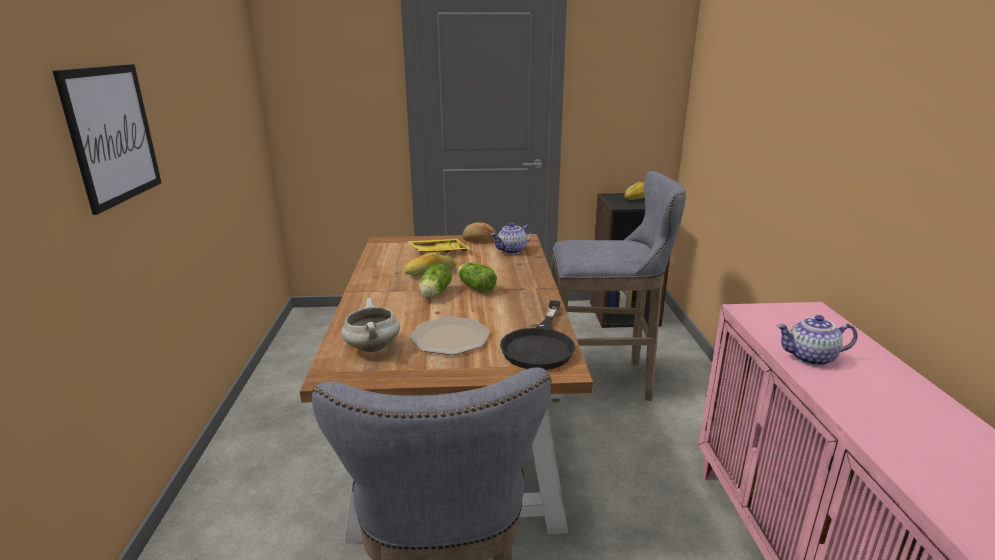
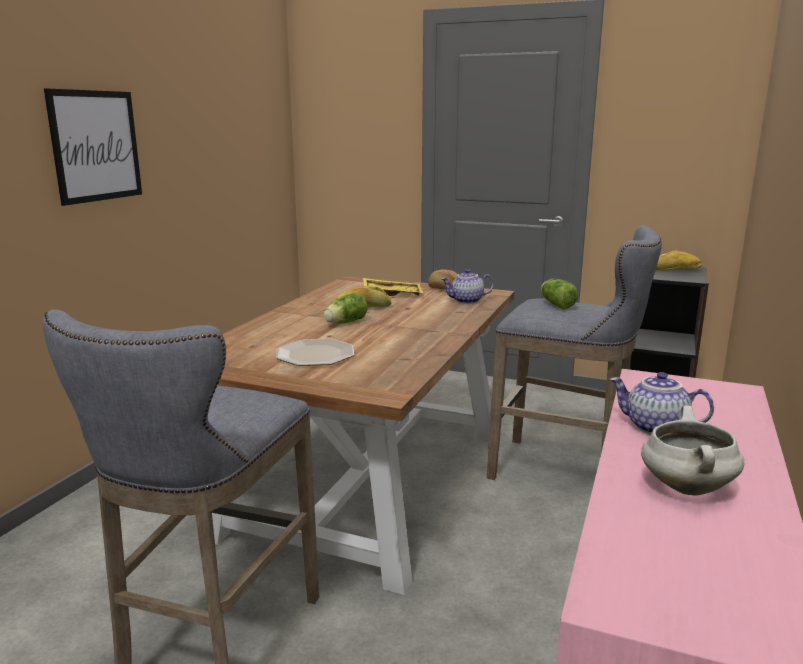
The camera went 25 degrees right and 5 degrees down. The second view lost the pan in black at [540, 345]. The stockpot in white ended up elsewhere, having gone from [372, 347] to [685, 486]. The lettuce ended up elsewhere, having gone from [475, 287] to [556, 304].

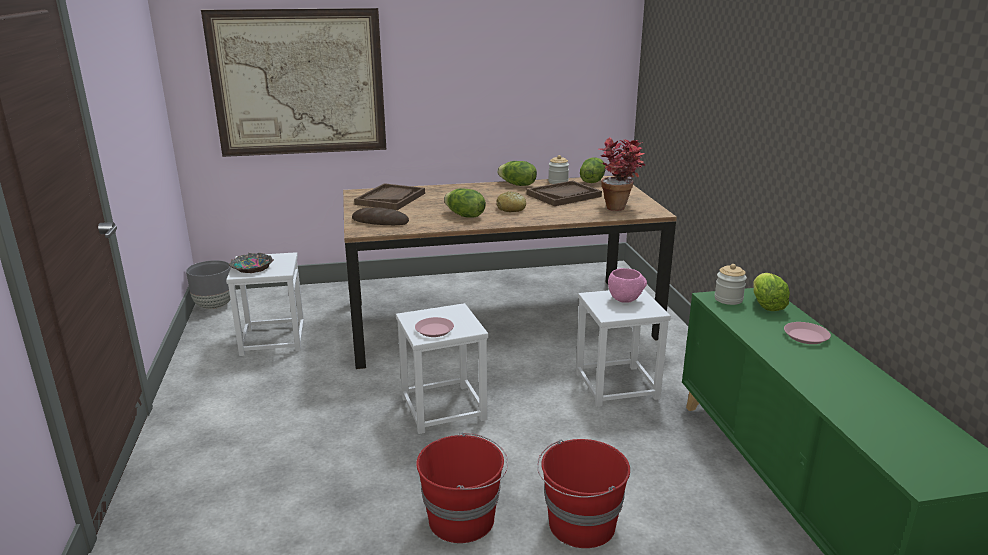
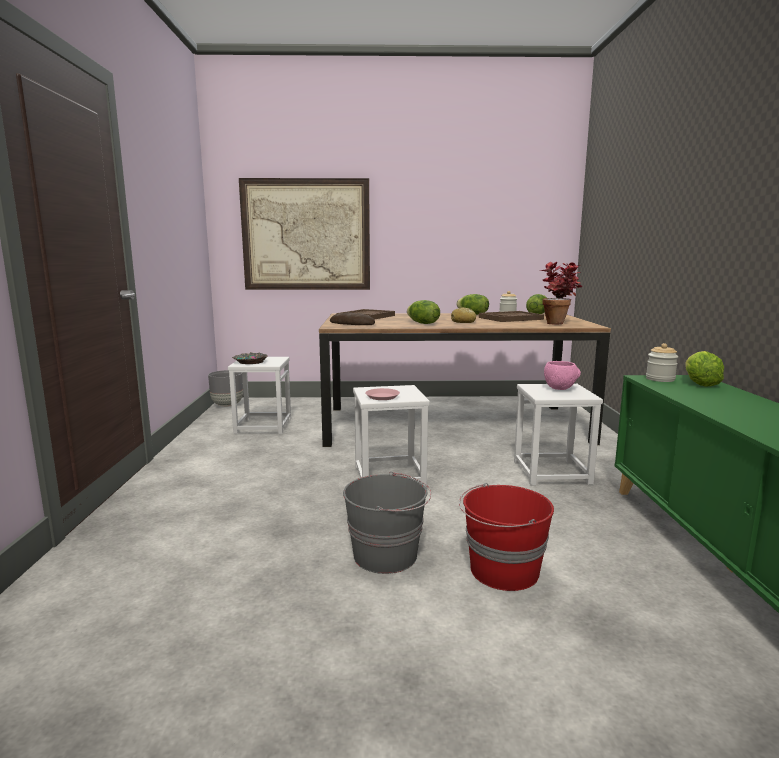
The camera went 10 degrees right and 10 degrees down. The second view lost the flat dish in pink-coloured at [806, 336]. What was the pail in red at [463, 519] turned into the pail in greyish at [387, 555].

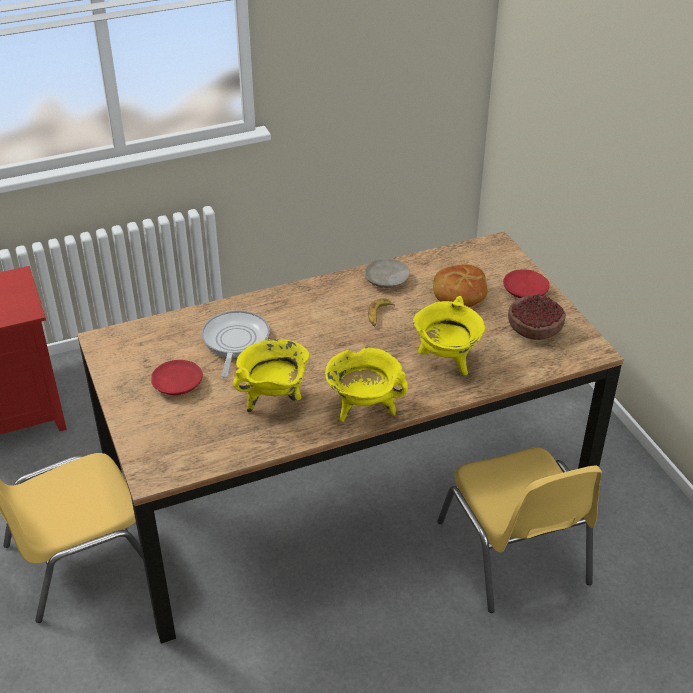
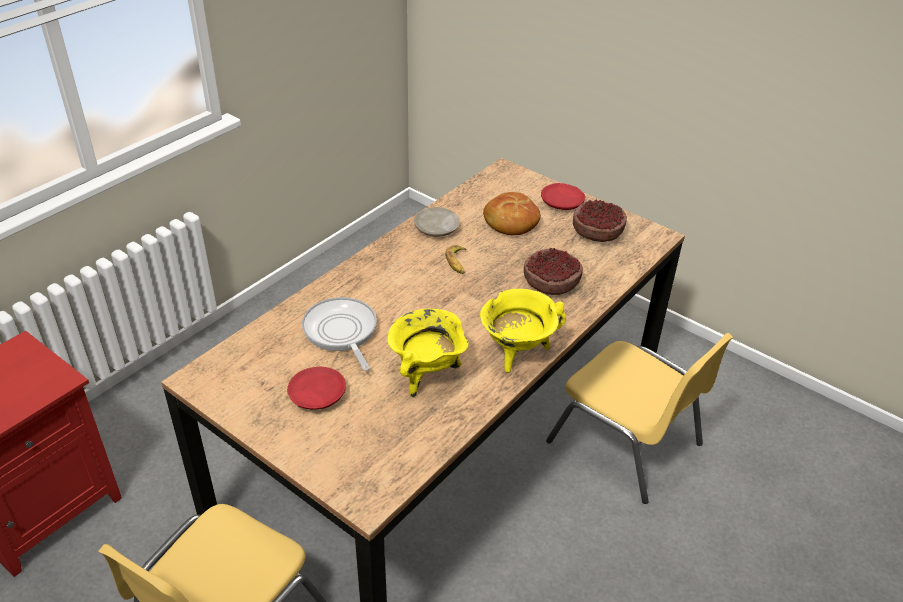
The camera went 30 degrees left and 0 degrees up. Where the stockpot in yellow-coloured stood at [447, 360], the deep dish came to stand at [550, 283].

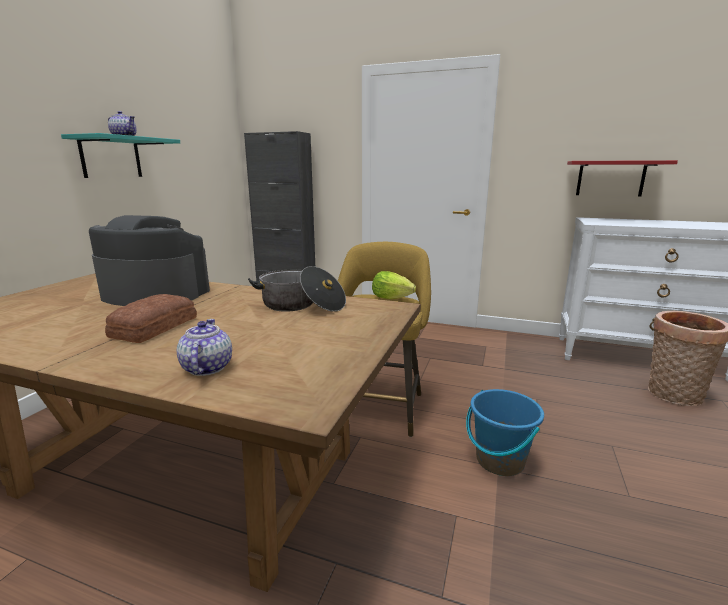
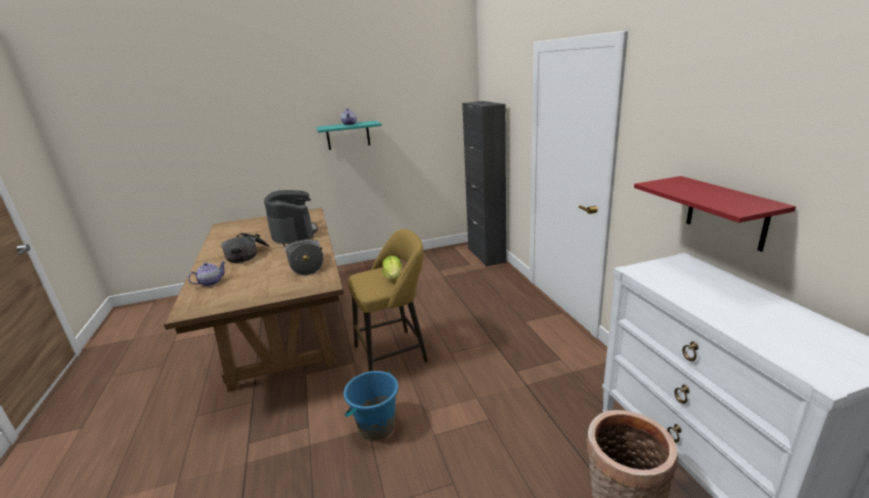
The camera went 55 degrees right and 5 degrees up. Where the bakery bread stood at [152, 327], the stockpot came to stand at [248, 254].

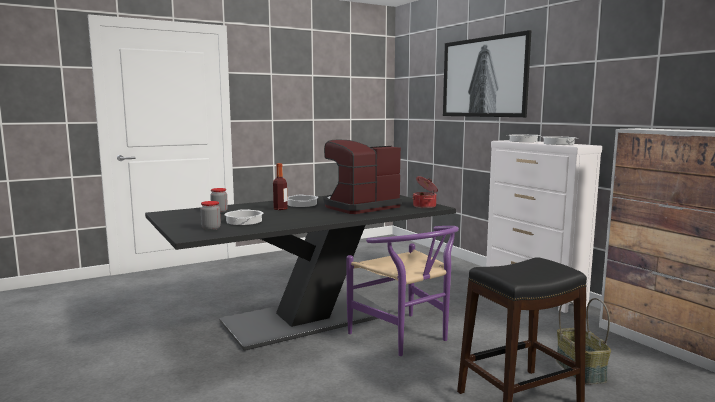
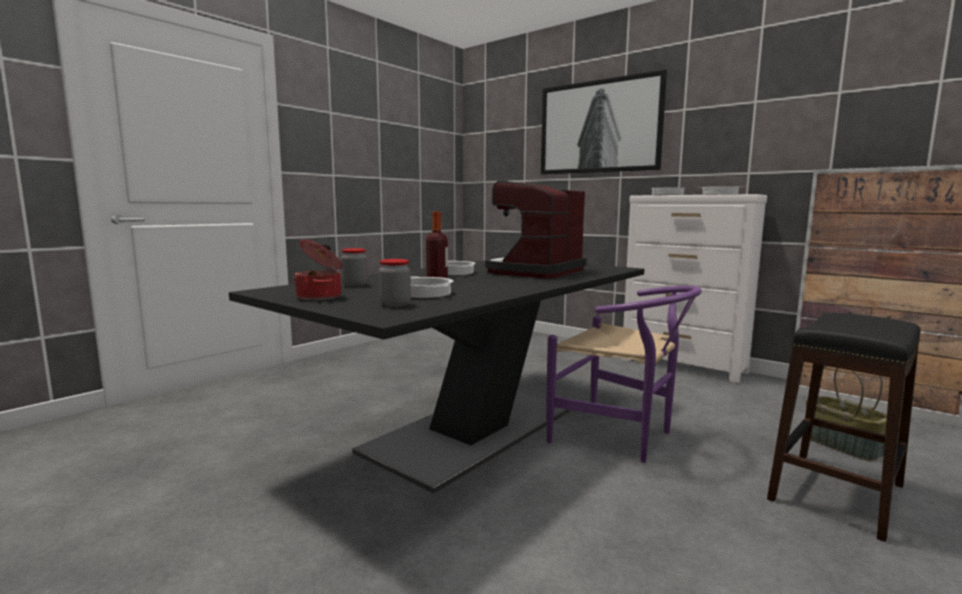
The camera went 20 degrees left and 0 degrees up. The stockpot ended up elsewhere, having gone from [425, 206] to [320, 296].

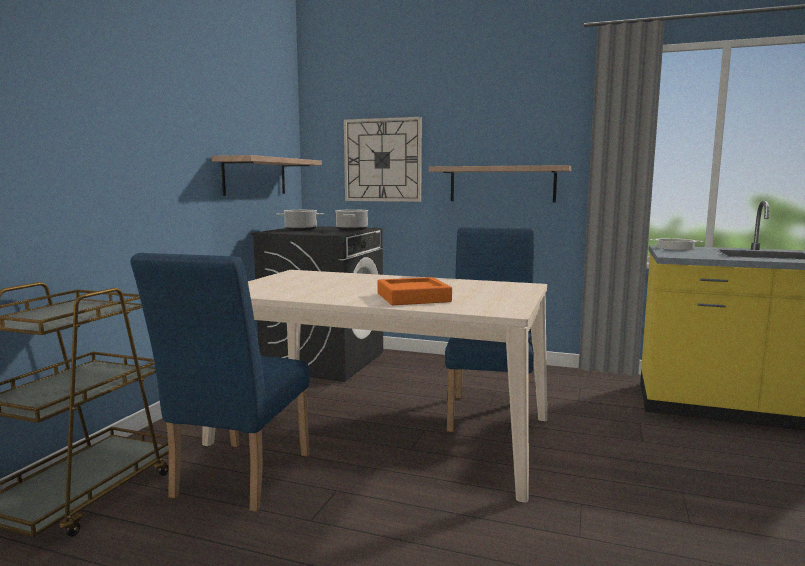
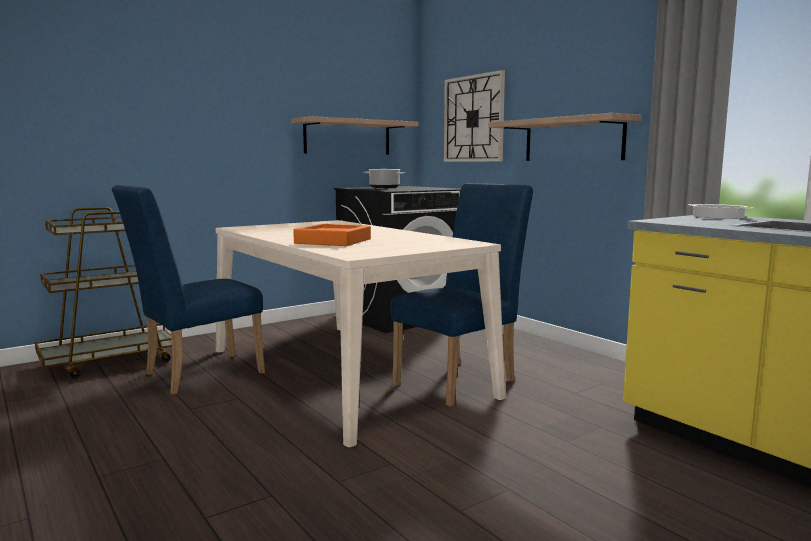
The camera went 35 degrees right and 0 degrees up. The second view lost the stockpot at [352, 229].

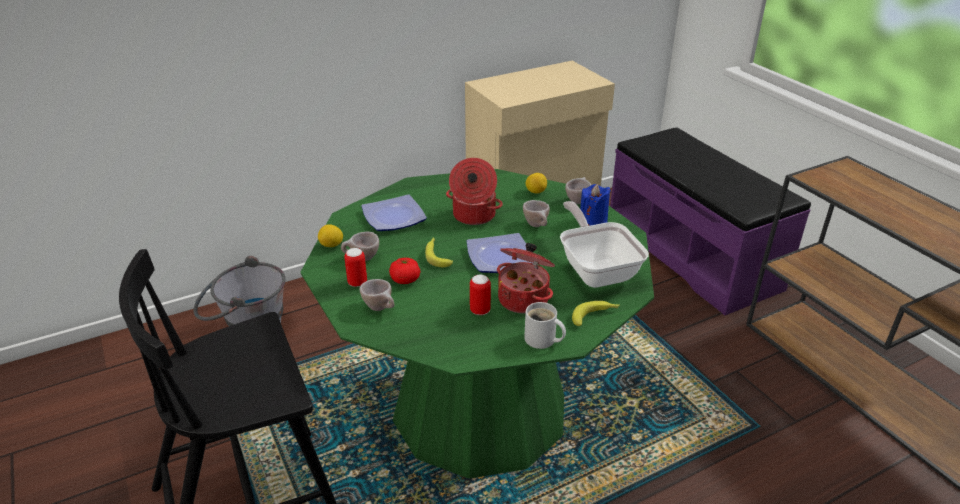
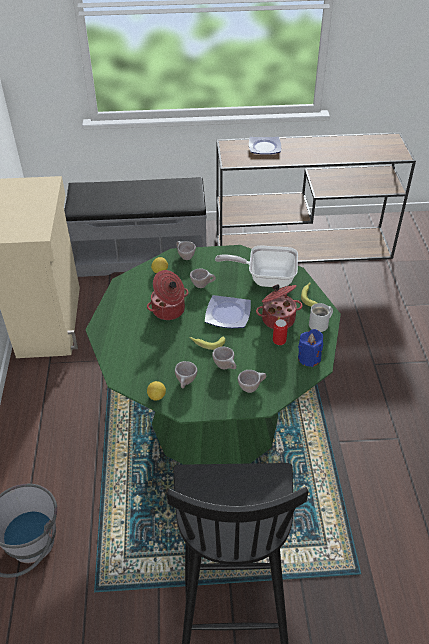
The camera went 65 degrees left and 10 degrees up. The second view lost the metal can at [357, 283]. The flat dish ended up elsewhere, having gone from [394, 216] to [264, 147]. The candle in bluish ended up elsewhere, having gone from [593, 221] to [309, 358]. Where the fresh tomato stood at [405, 280], the cup in beige came to stand at [226, 367]. What was the long seat in purple at [692, 255] turned into the long seat in greyish at [141, 255].

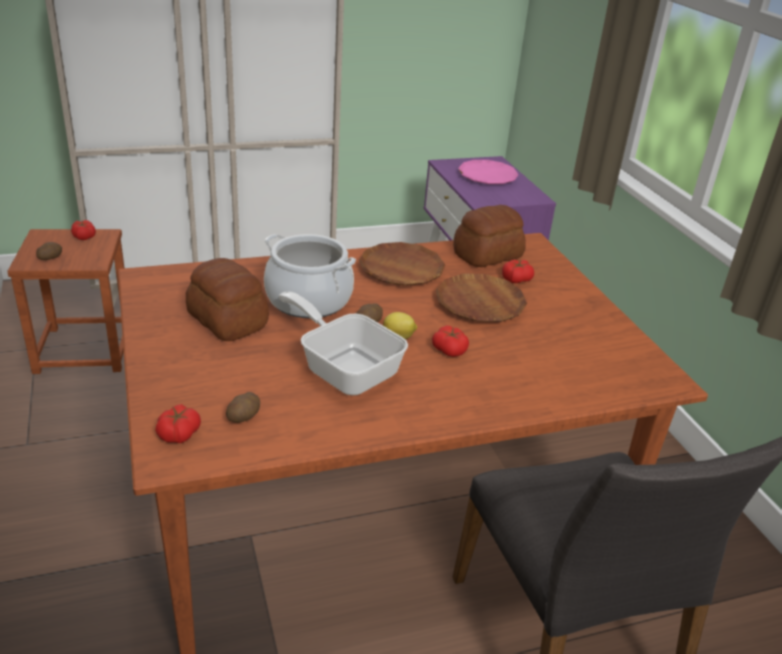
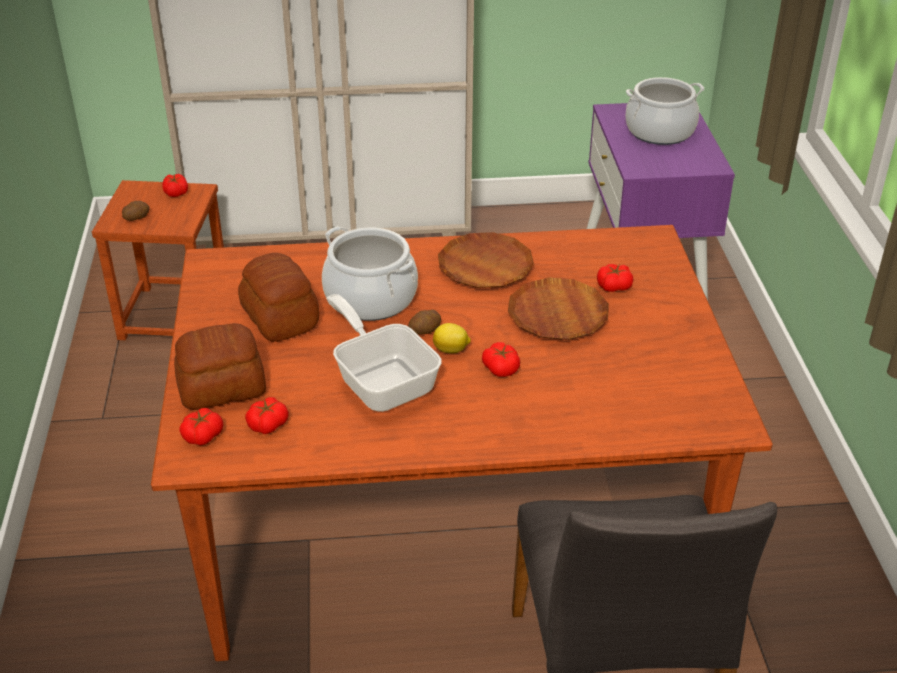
The camera went 15 degrees right and 5 degrees up. The bakery bread ended up elsewhere, having gone from [486, 255] to [220, 387]. Where the spud stood at [244, 417], the fresh tomato came to stand at [267, 424]. Where the flat dish in pink-coloured stood at [487, 176], the stockpot came to stand at [660, 131].

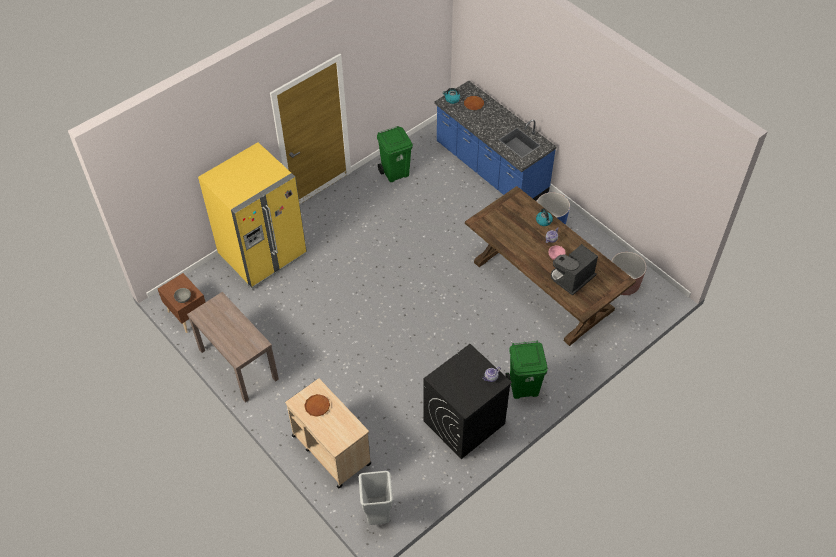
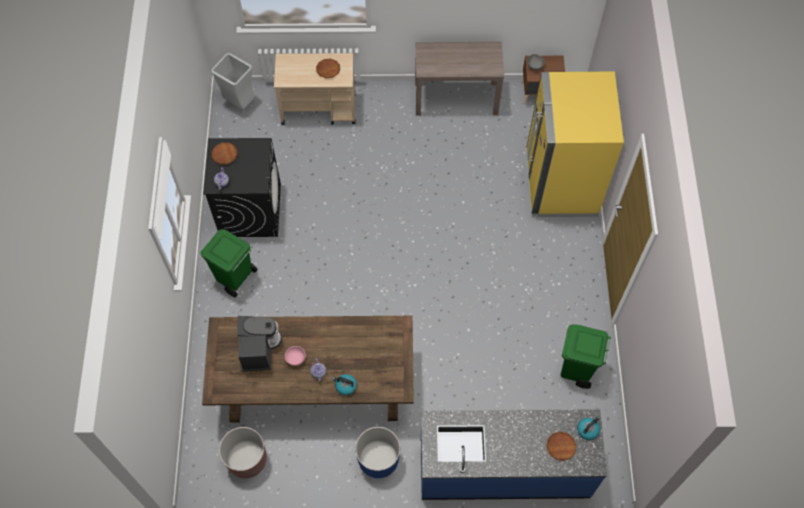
The camera went 130 degrees right and 10 degrees up. The second view gained the flat dish in brown at [224, 154].

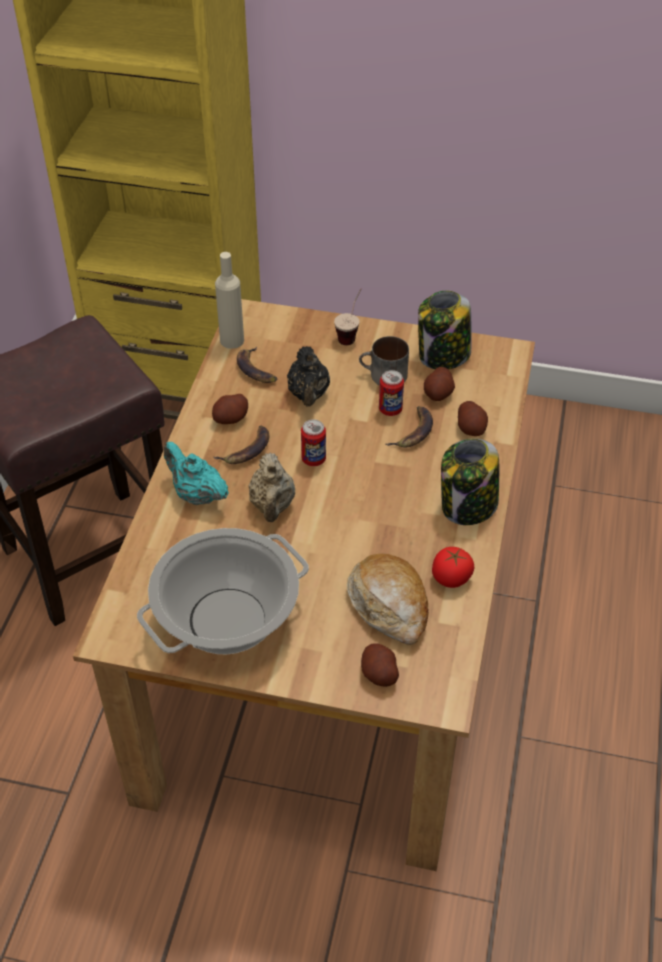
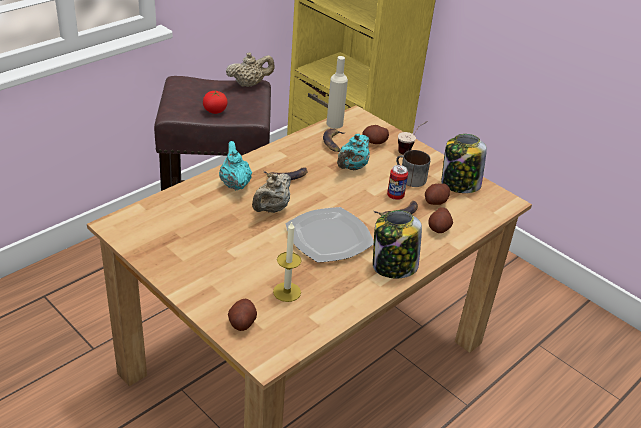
The camera went 30 degrees right and 10 degrees down. The second view lost the stockpot at [227, 621]. The second view lost the metal can at [313, 459]. The second view gained the tea pot in beige at [249, 84]. The second view gained the flat dish at [328, 237]. The spud ended up elsewhere, having gone from [231, 418] to [374, 142]. The fresh tomato ended up elsewhere, having gone from [451, 578] to [215, 110]. Where the bakery bread stood at [389, 606], the candle came to stand at [287, 292]. What was the tea pot in black at [309, 395] turned into the tea pot in turquoise-coloured at [352, 167].

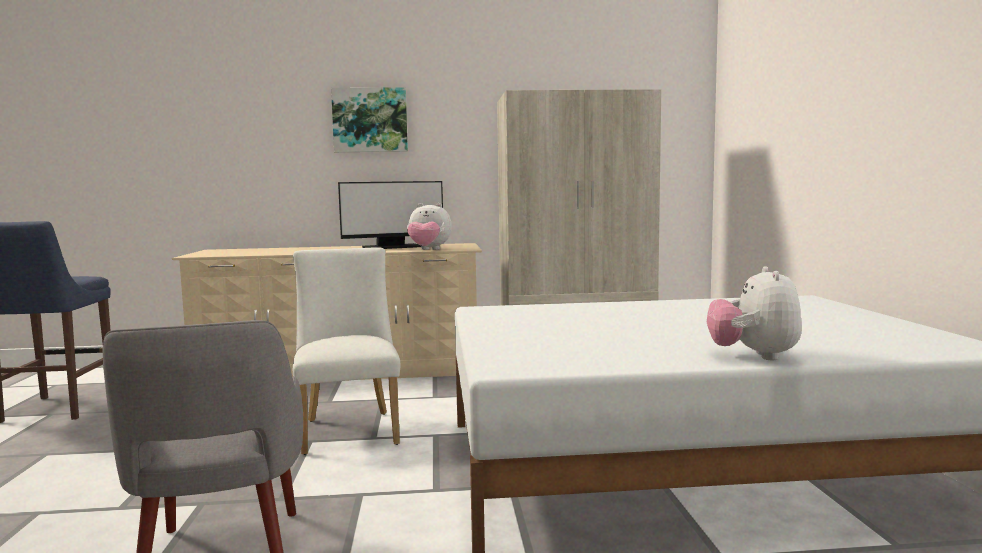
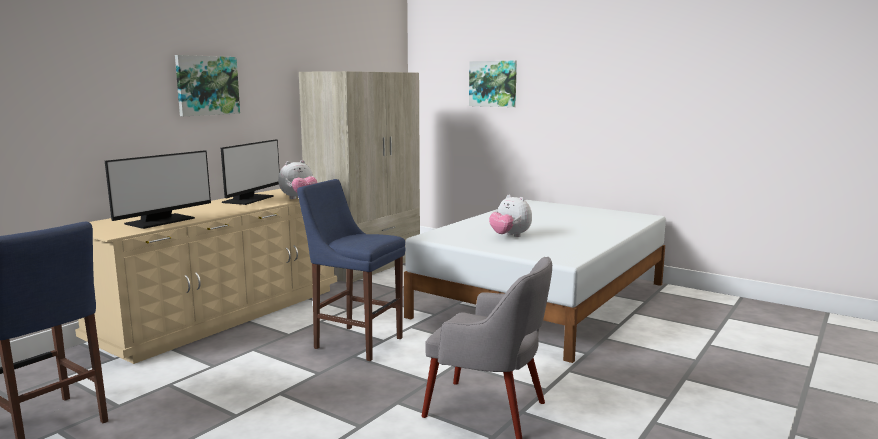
The camera went 50 degrees left and 5 degrees up. The second view gained the computer screen at [161, 221]. The second view gained the wall art at [493, 83]. The soft toy ended up elsewhere, having gone from [753, 356] to [510, 236]. Where the plain chair in white stood at [349, 429], the stool in bluish came to stand at [355, 342].

